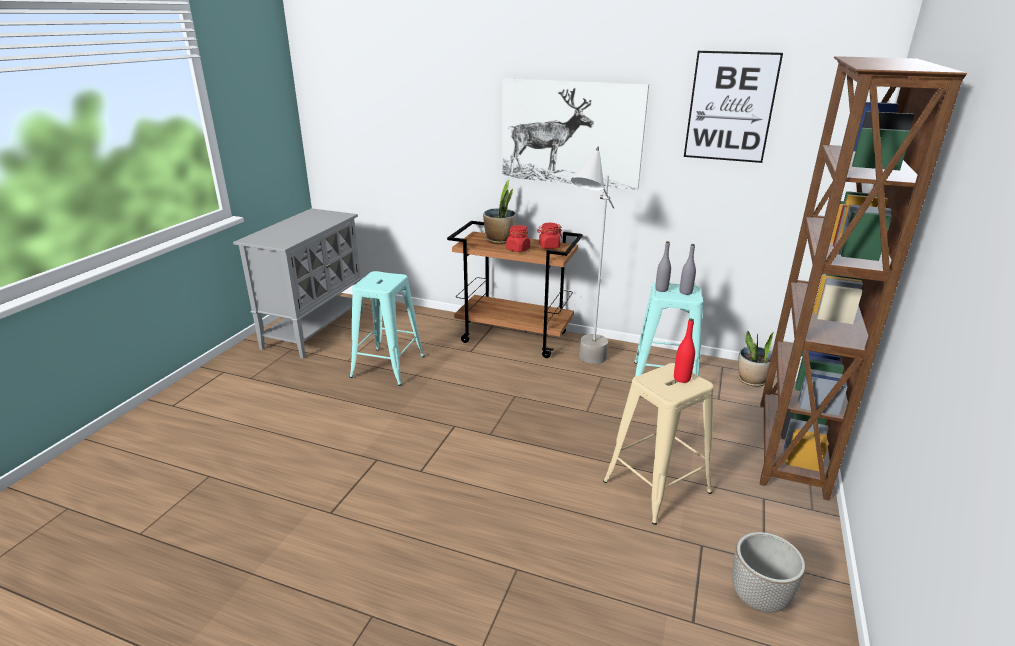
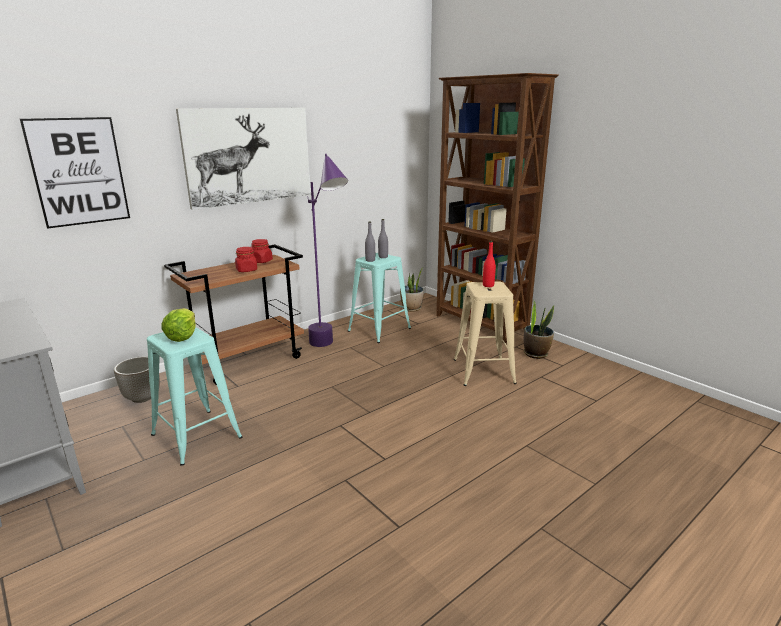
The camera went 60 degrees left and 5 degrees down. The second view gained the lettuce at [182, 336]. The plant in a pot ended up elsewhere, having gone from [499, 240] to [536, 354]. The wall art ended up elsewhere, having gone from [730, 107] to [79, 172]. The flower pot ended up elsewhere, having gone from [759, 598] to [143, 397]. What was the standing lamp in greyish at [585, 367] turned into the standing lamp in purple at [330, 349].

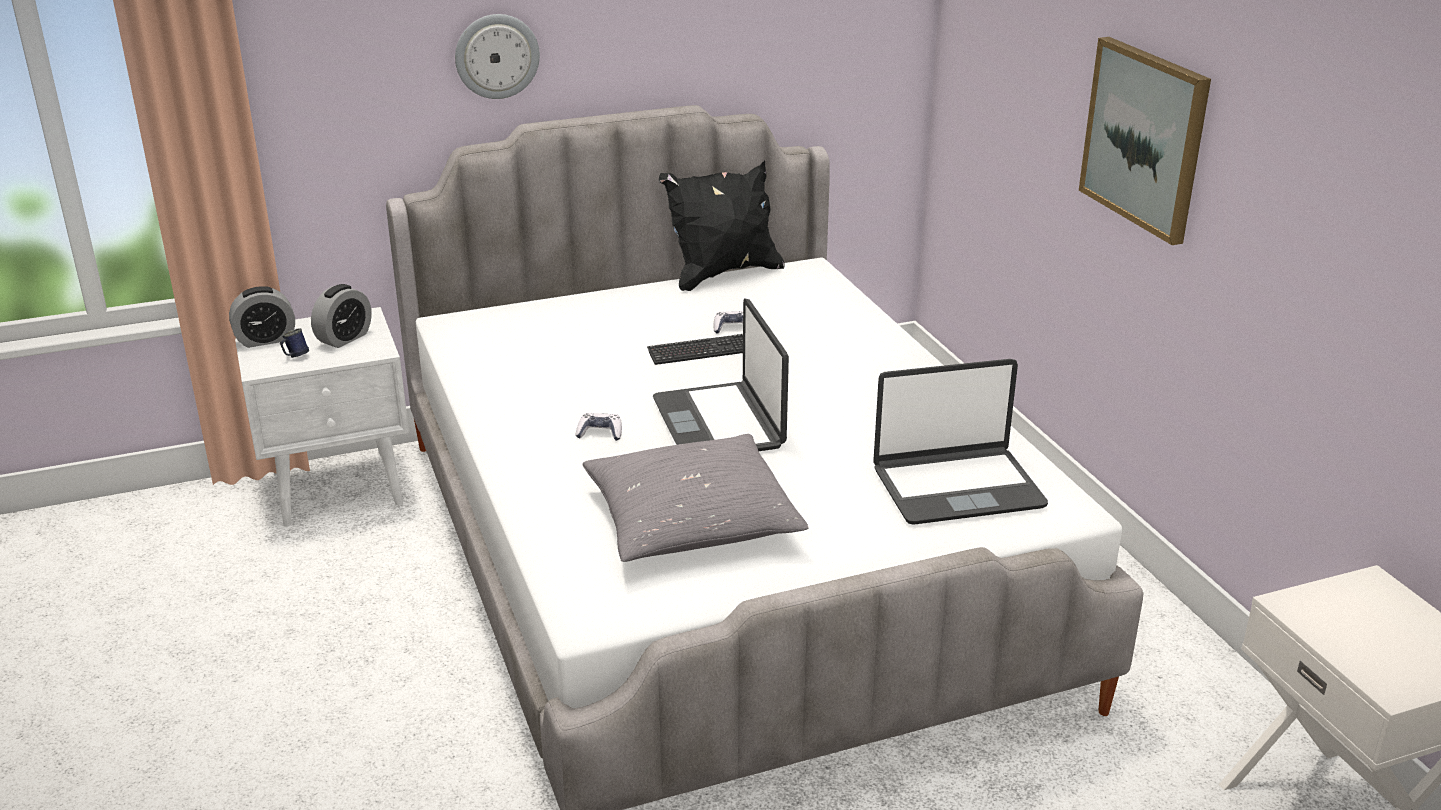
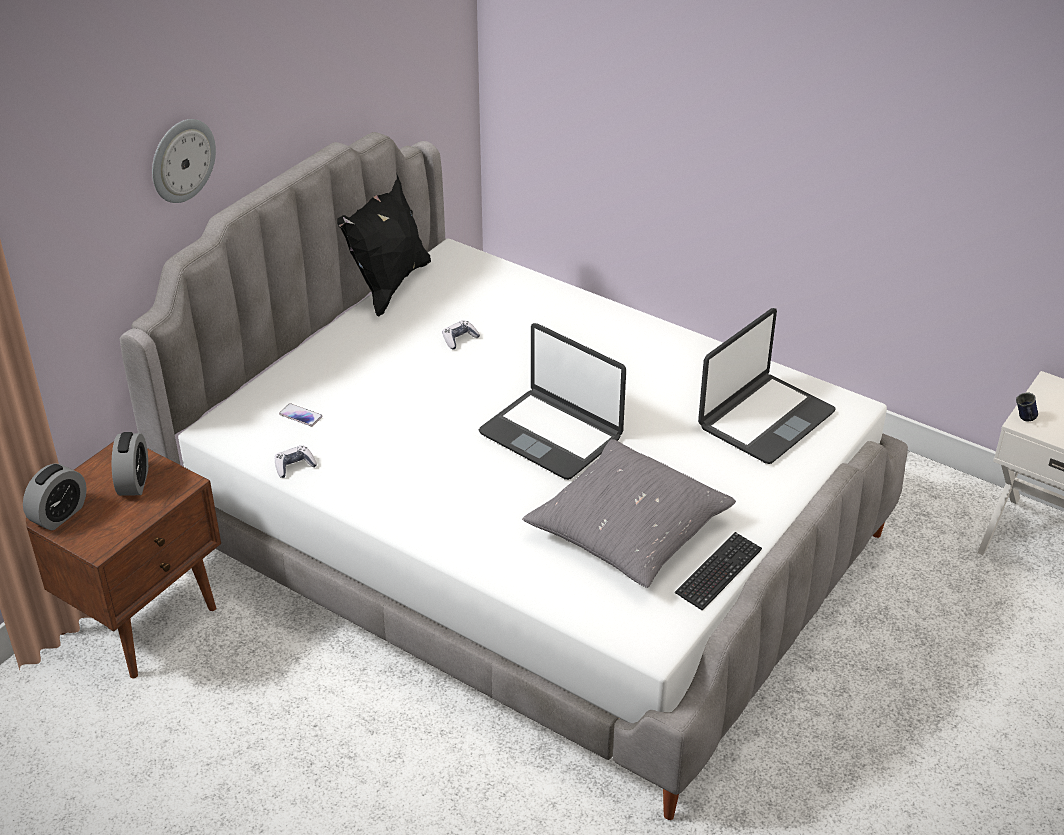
The camera went 35 degrees left and 10 degrees up. The second view lost the wall art at [1145, 138]. The second view gained the phone at [300, 415]. The coffee mug in bluish ended up elsewhere, having gone from [295, 357] to [1025, 419]. The game controller ended up elsewhere, having gone from [600, 433] to [294, 466]. The keyboard ended up elsewhere, having gone from [700, 351] to [718, 572]. What was the night table in white at [340, 488] turned into the night table in brown at [141, 619].

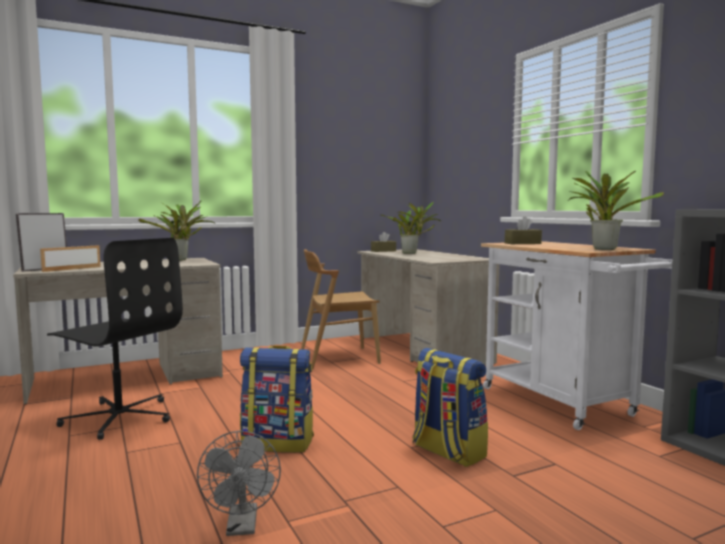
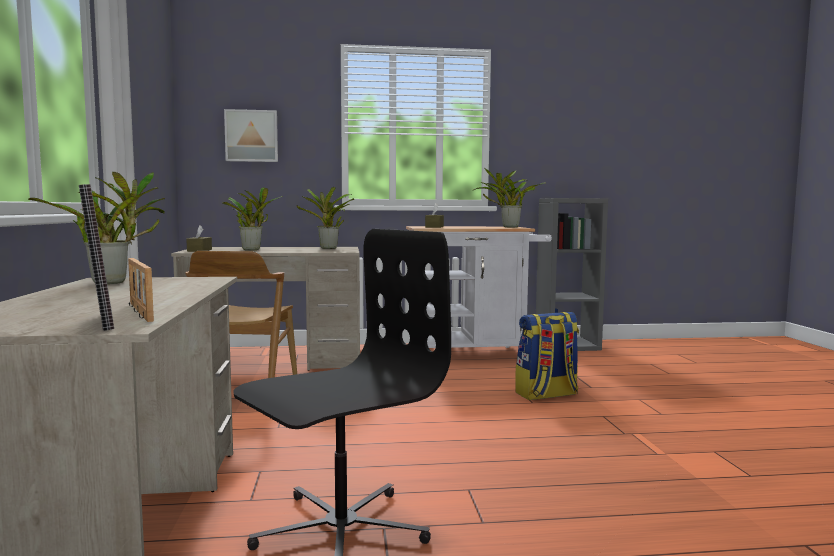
The camera went 70 degrees left and 0 degrees up. The second view lost the electric fan in greyish at [242, 527]. The second view lost the backpack at [278, 443]. The second view gained the wall art at [251, 136]. The second view gained the plant in a pot at [328, 248].

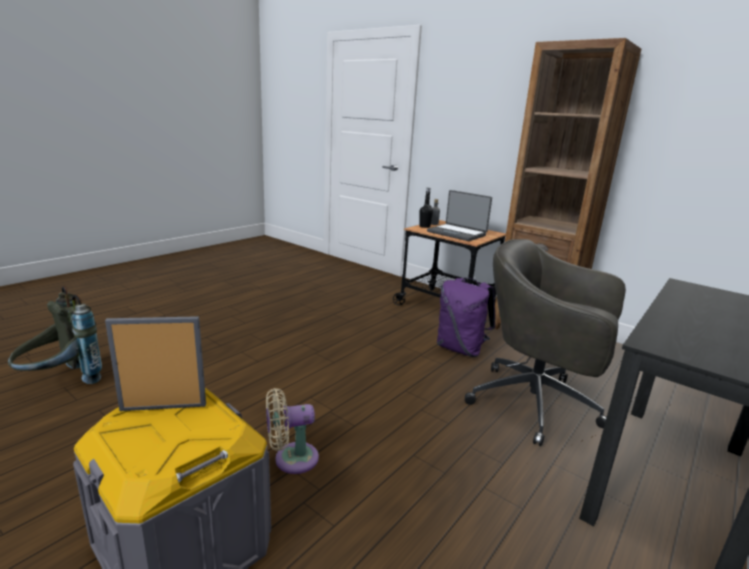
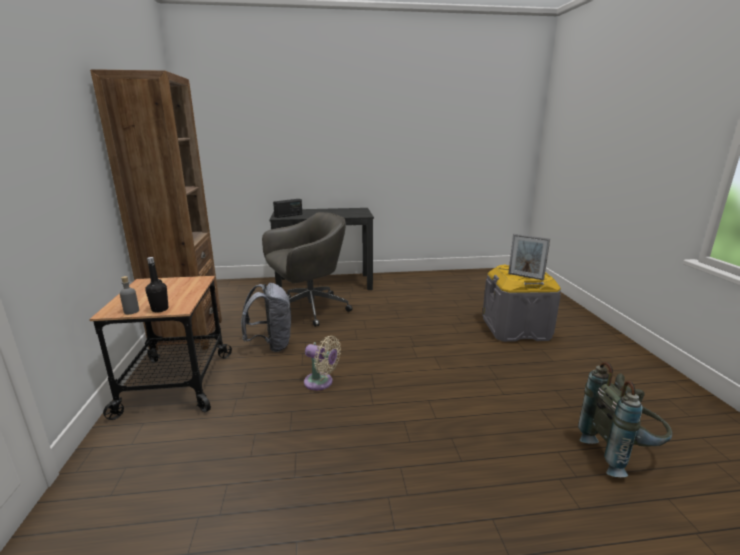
The camera went 135 degrees left and 0 degrees up. The second view lost the laptop at [457, 233]. The second view gained the radio at [288, 215]. The electric fan in beige ended up elsewhere, having gone from [291, 459] to [321, 382]. What was the backpack in purple at [461, 349] turned into the backpack in greyish at [271, 345]. The desk chair in greyish at [537, 404] ended up facing another way, 105 degrees counterclockwise from before.

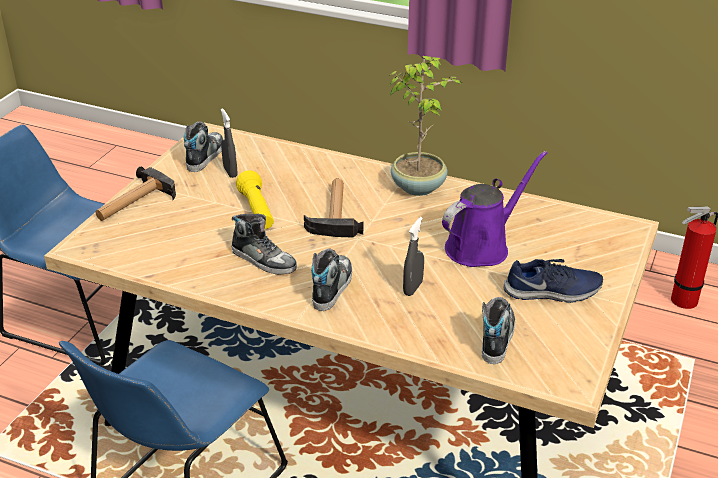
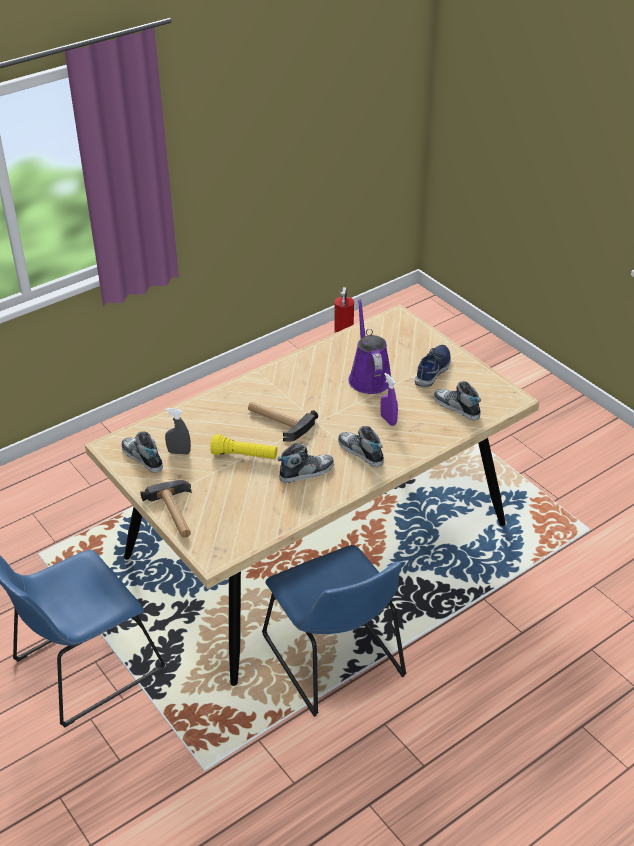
The camera went 60 degrees left and 5 degrees up. The second view lost the plant in a pot at [419, 186]. What was the sprayer in greyish at [413, 288] turned into the sprayer in purple at [388, 420].

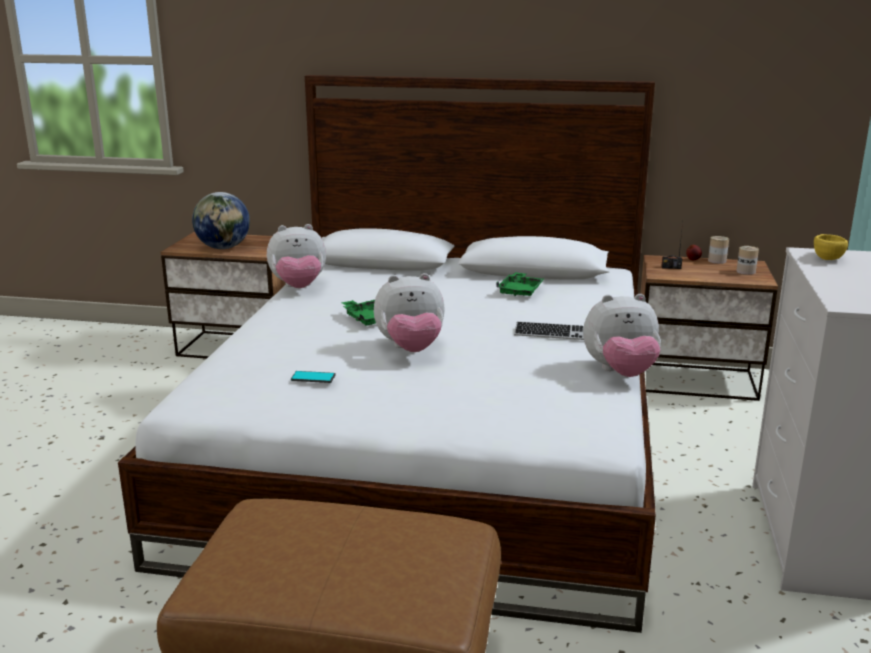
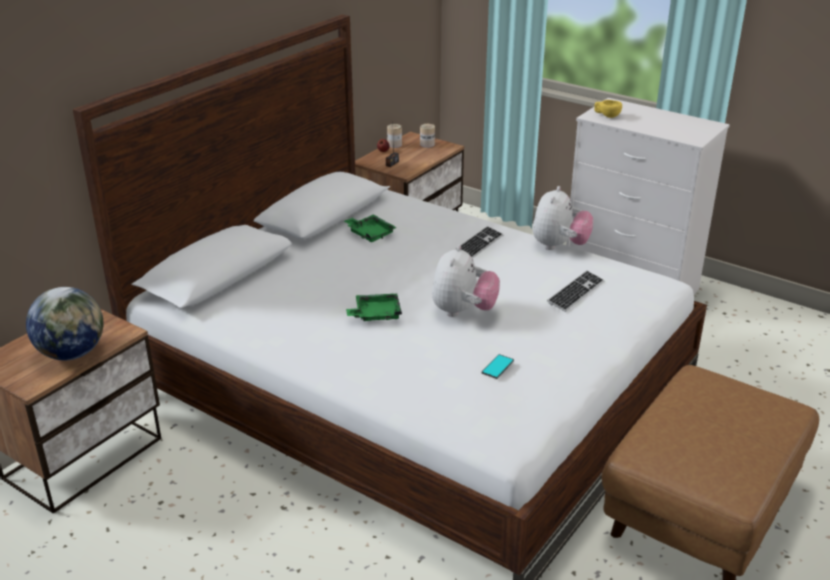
The camera went 65 degrees left and 10 degrees up. The second view lost the soft toy at [298, 288]. The second view gained the keyboard at [576, 292].

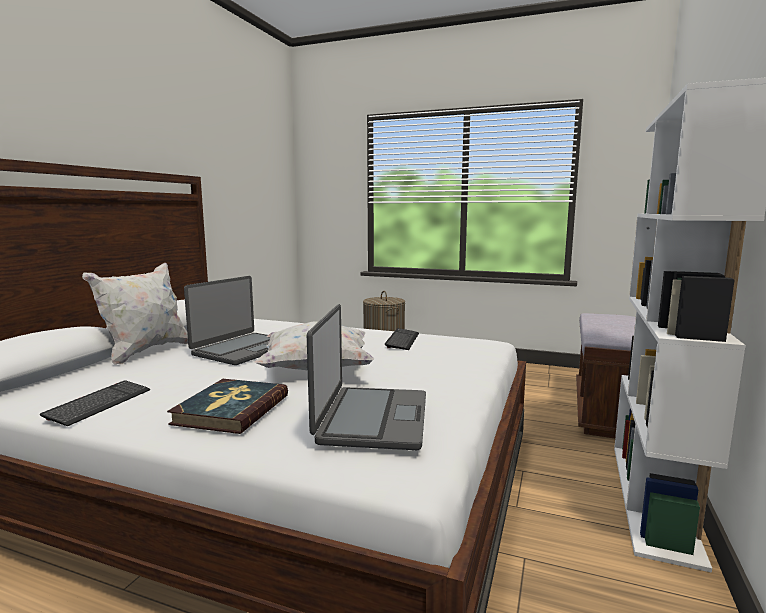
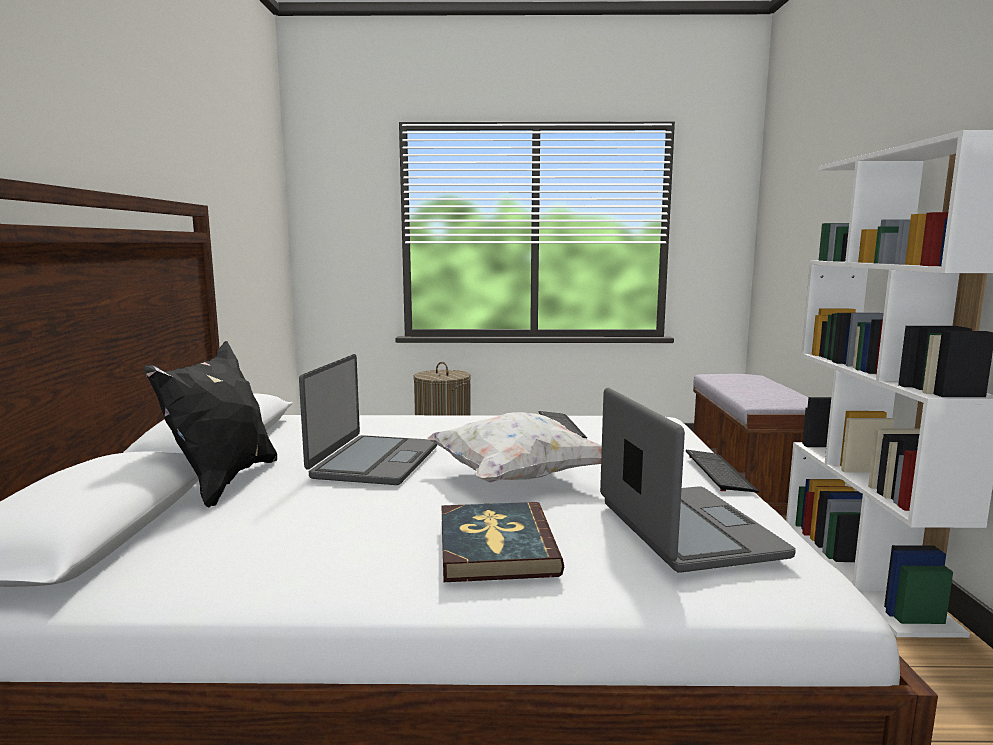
The camera went 20 degrees left and 0 degrees up. The keyboard ended up elsewhere, having gone from [99, 404] to [719, 473]. What was the throw pillow in white at [146, 352] turned into the throw pillow in black at [223, 482].

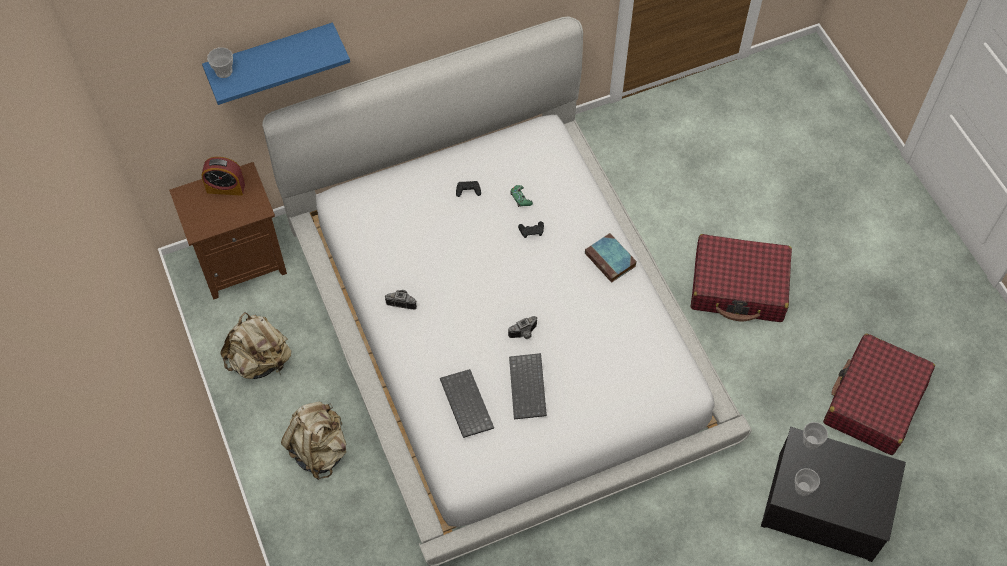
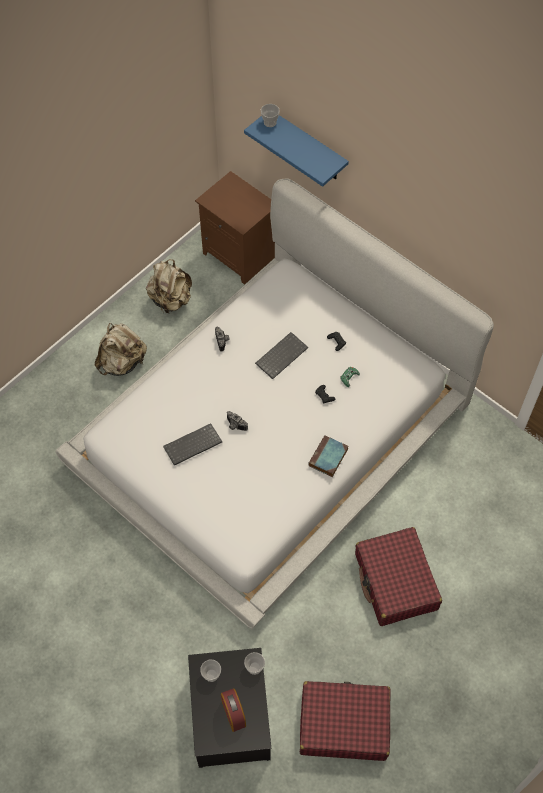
The camera went 65 degrees right and 0 degrees up. The table clock ended up elsewhere, having gone from [226, 188] to [233, 713]. The keyboard ended up elsewhere, having gone from [465, 403] to [281, 355].

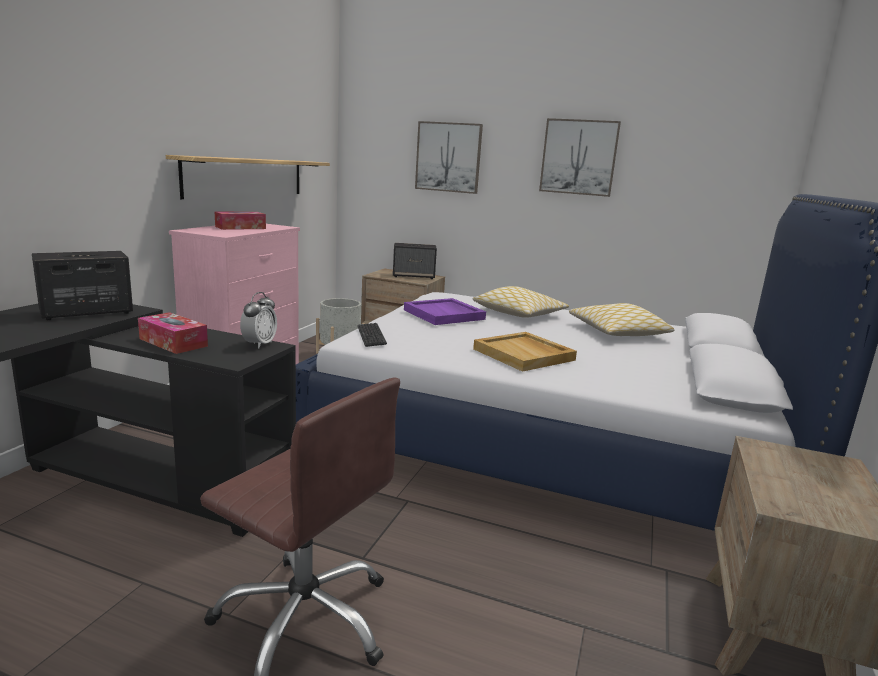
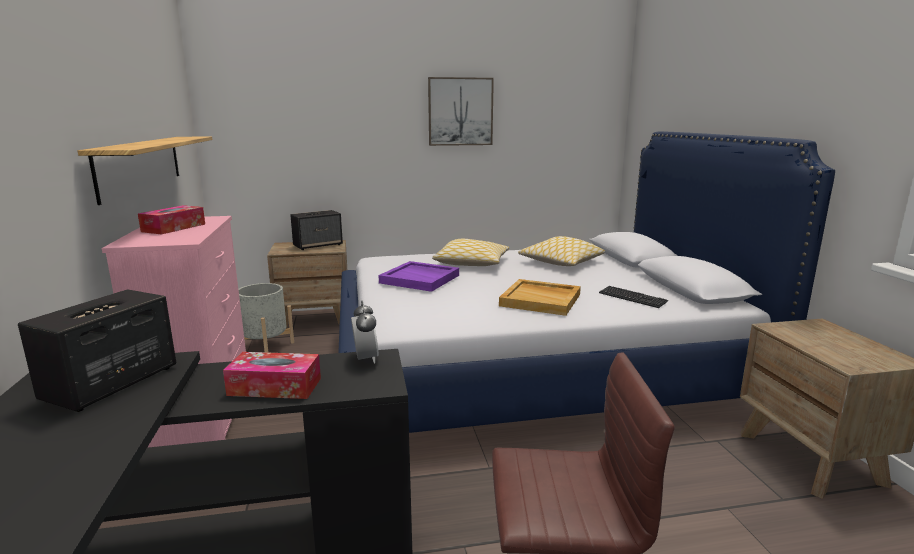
The camera went 30 degrees left and 0 degrees up. The second view lost the wall art at [448, 157]. The keyboard ended up elsewhere, having gone from [371, 336] to [632, 298].

